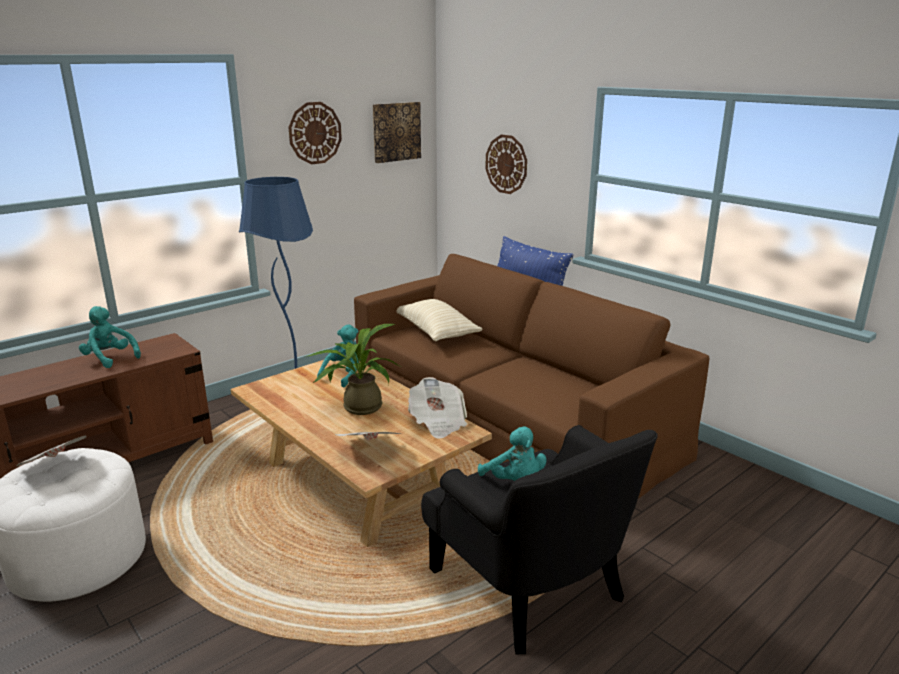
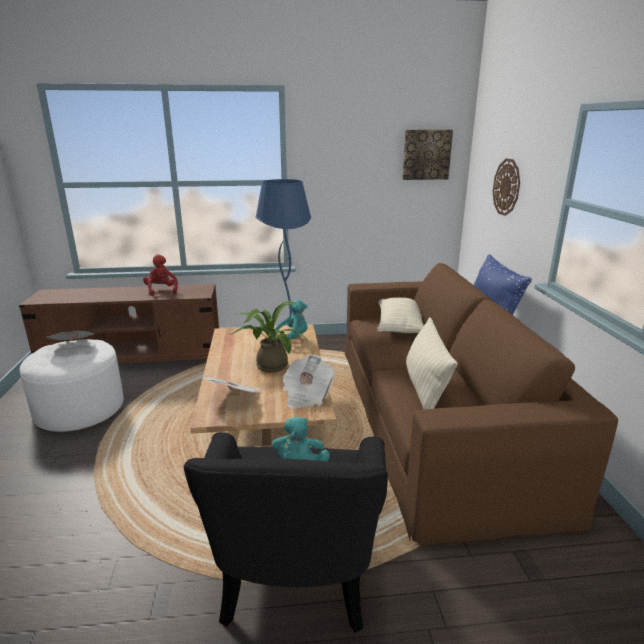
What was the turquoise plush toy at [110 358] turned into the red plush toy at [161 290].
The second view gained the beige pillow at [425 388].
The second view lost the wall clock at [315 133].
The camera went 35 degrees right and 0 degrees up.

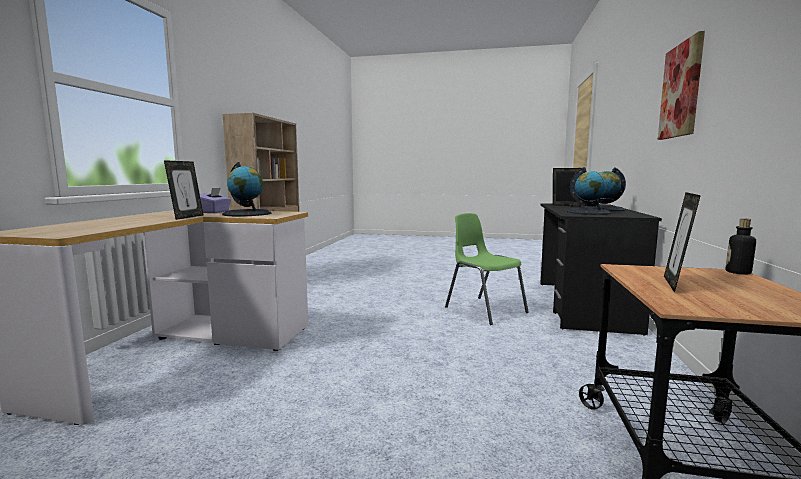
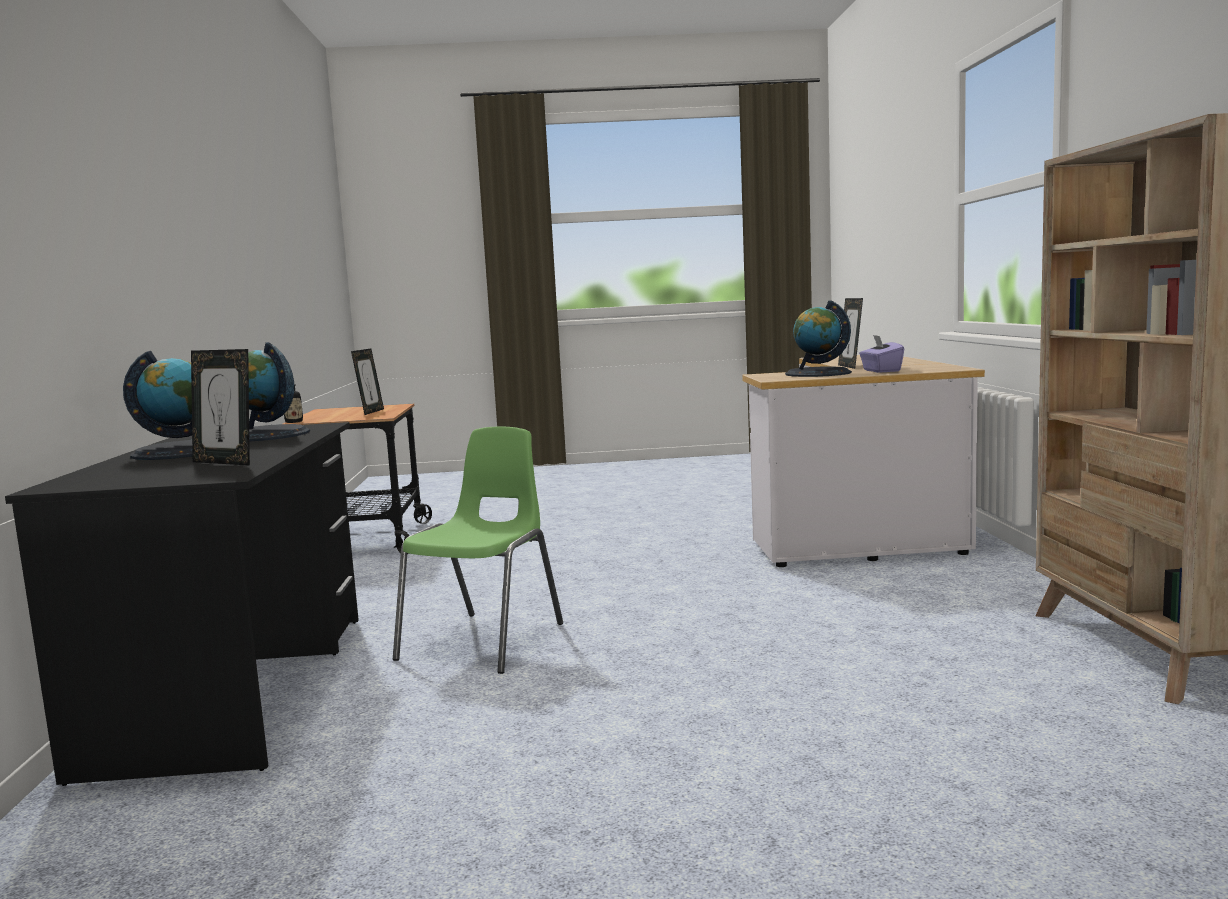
The green chair at [484 310] ended up facing another way, 105 degrees counterclockwise from before.
The second view lost the picture at [681 90].
The camera went 165 degrees right and 0 degrees up.

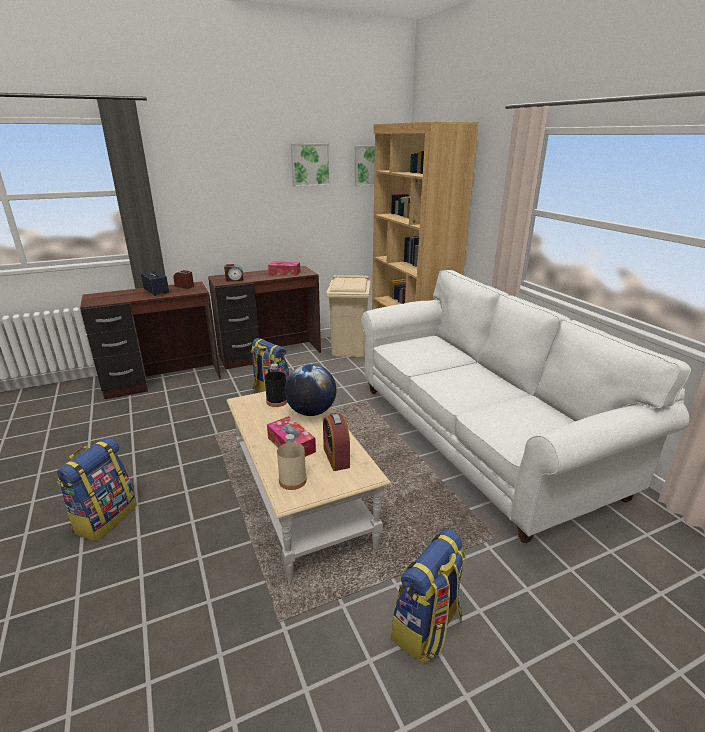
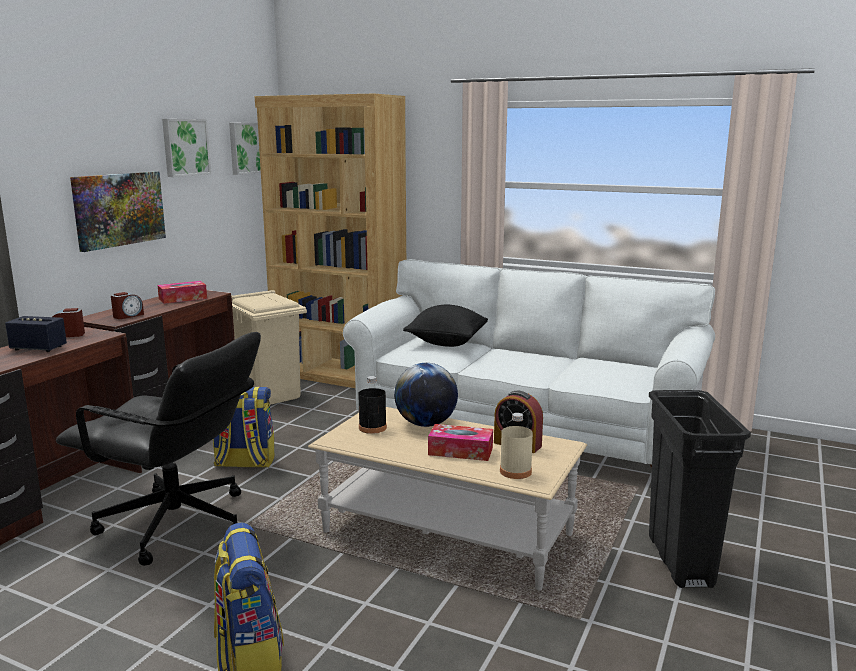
The second view gained the black office chair at [177 525].
The second view gained the picture at [119 209].
The second view gained the black pillow at [447 343].
Where the backpack stood at [427 629], the black trash can came to stand at [680 561].
The camera went 40 degrees left and 10 degrees down.

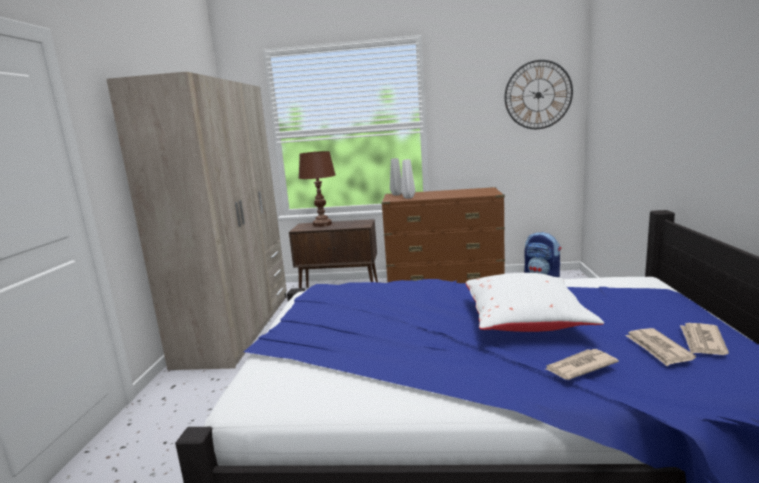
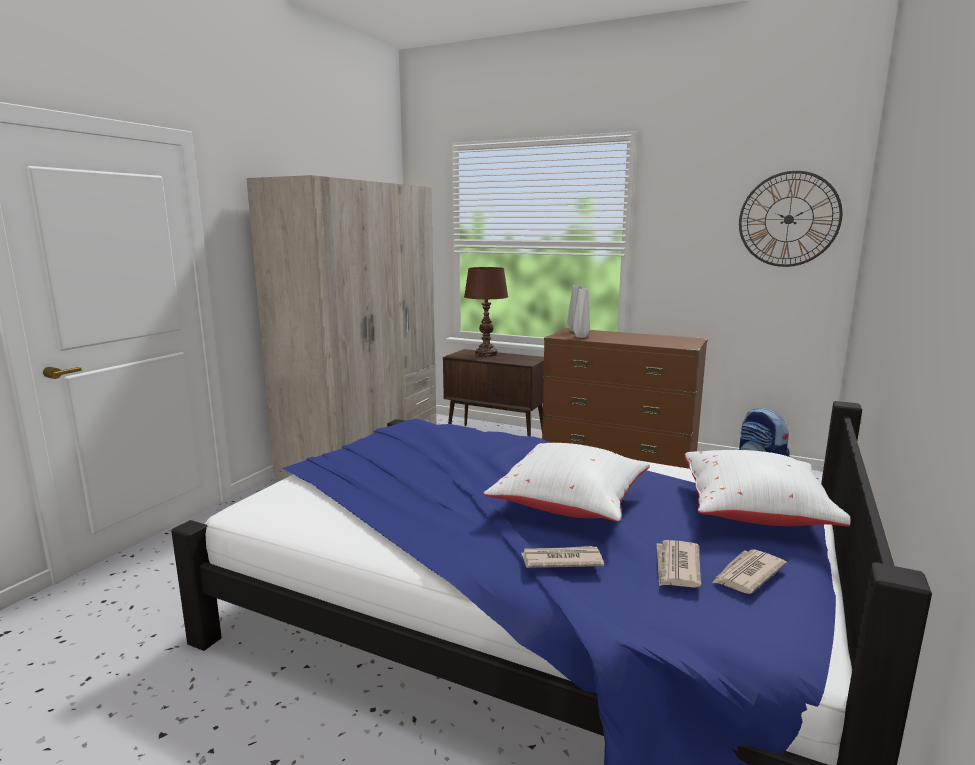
The second view gained the white pillow at [756 513].
The camera went 20 degrees right and 0 degrees up.

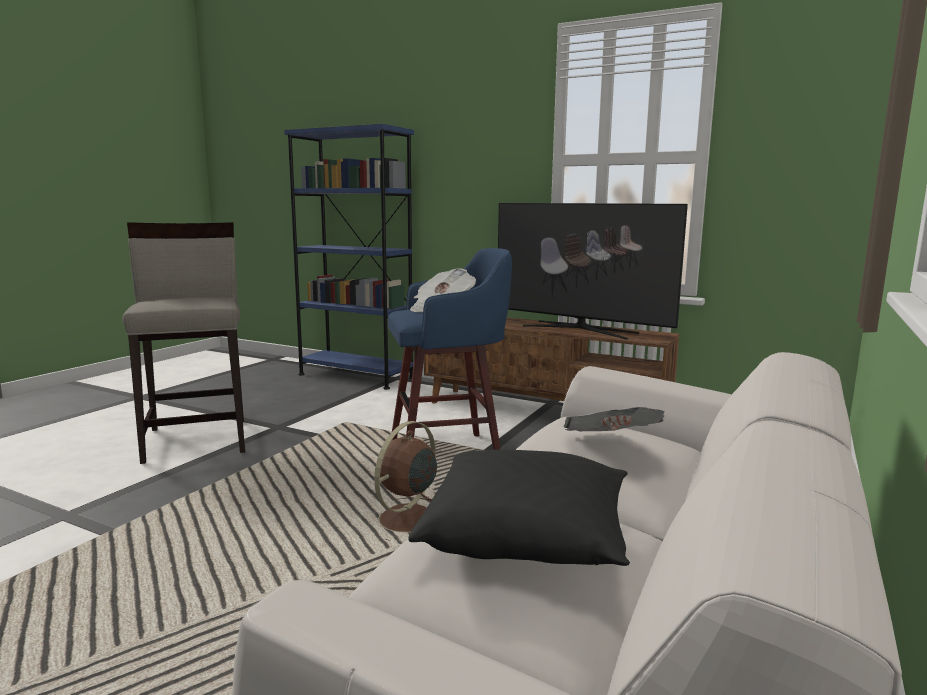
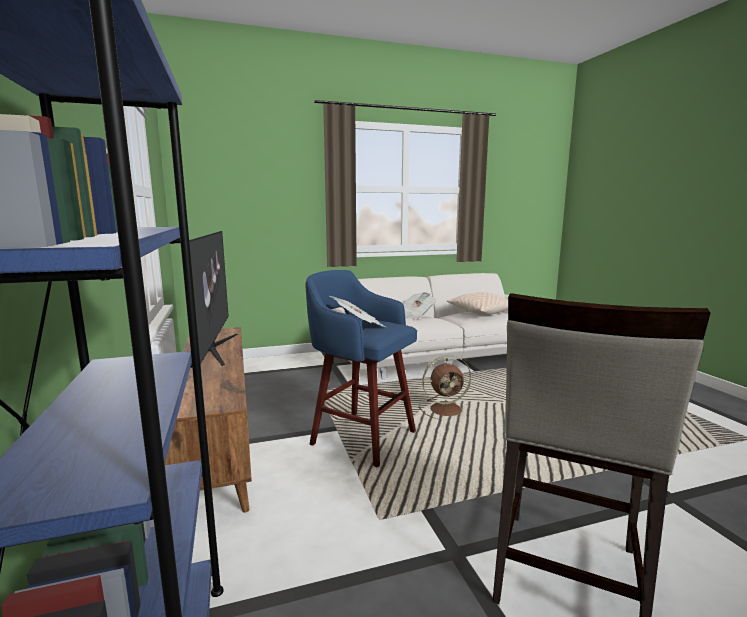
What was the black pillow at [527 536] turned into the beige pillow at [480 312].
The camera went 135 degrees left and 0 degrees up.

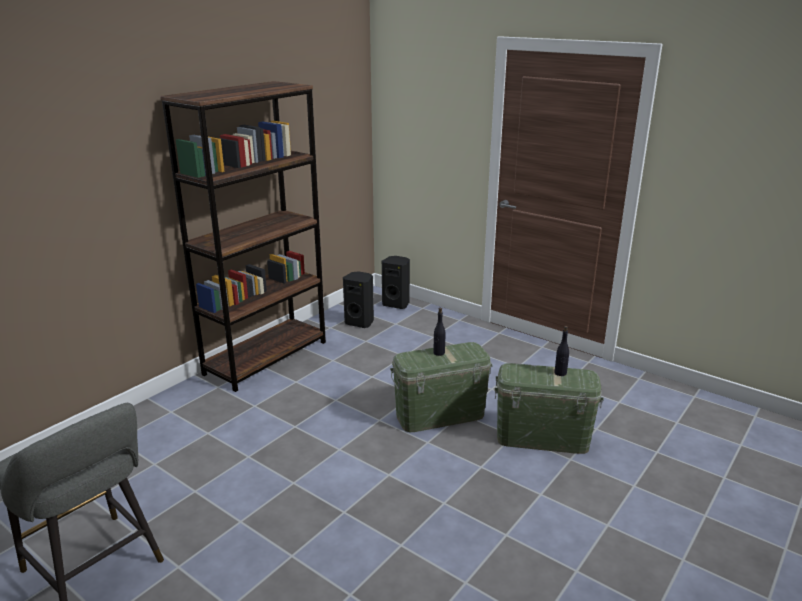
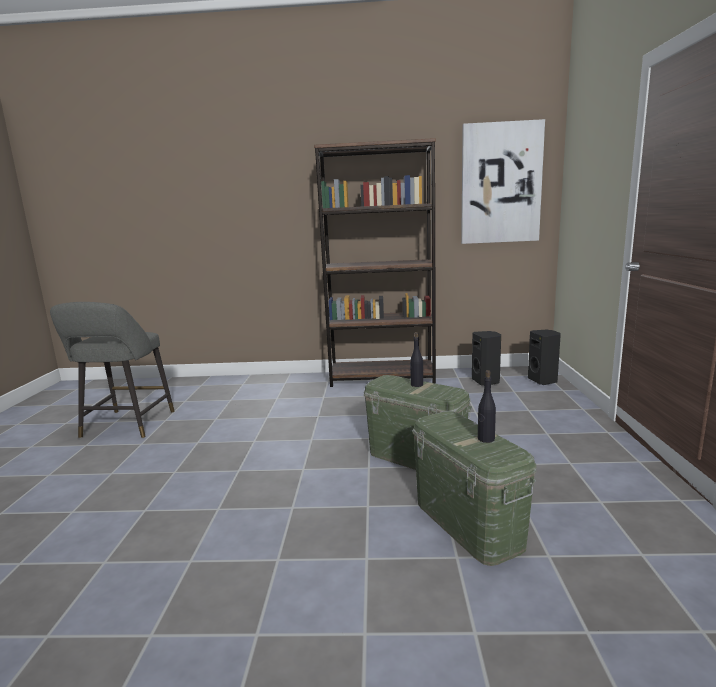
The second view gained the picture at [500 183].
The camera went 55 degrees right and 10 degrees down.

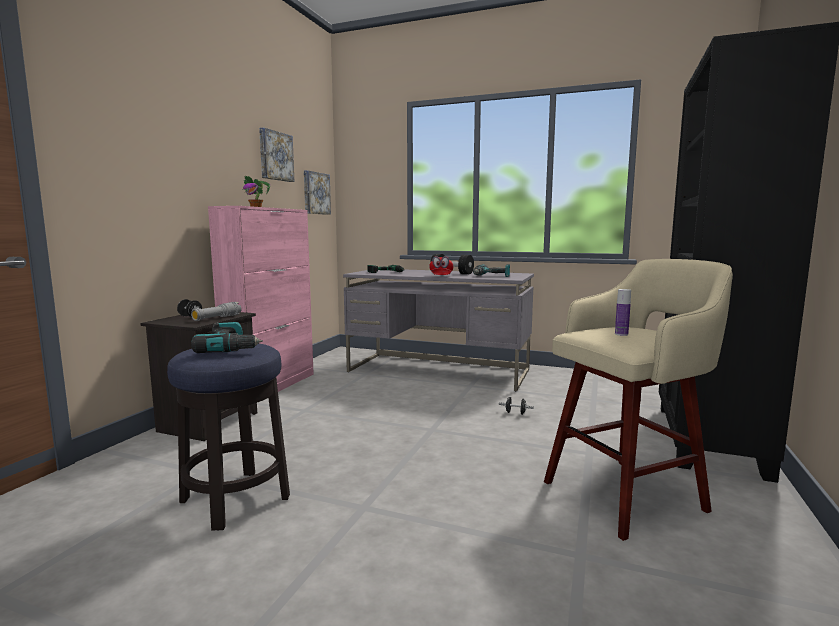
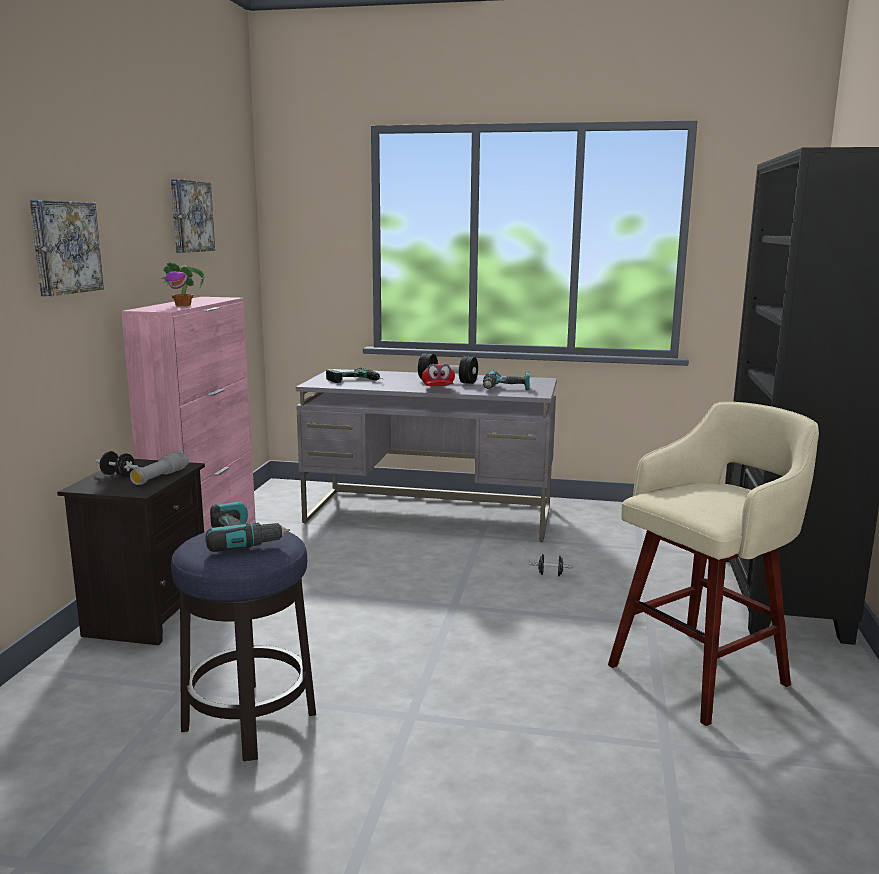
The picture ended up elsewhere, having gone from [315 193] to [64 247].
The second view lost the bottle at [621 334].
The camera went 10 degrees left and 5 degrees up.

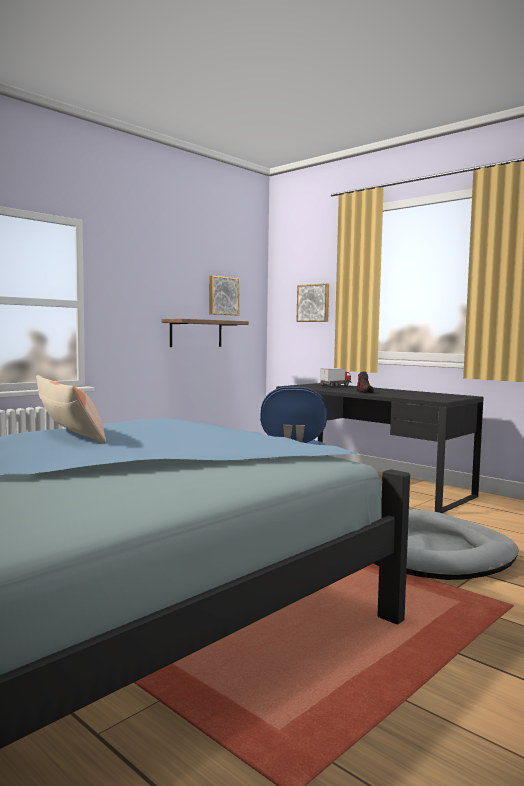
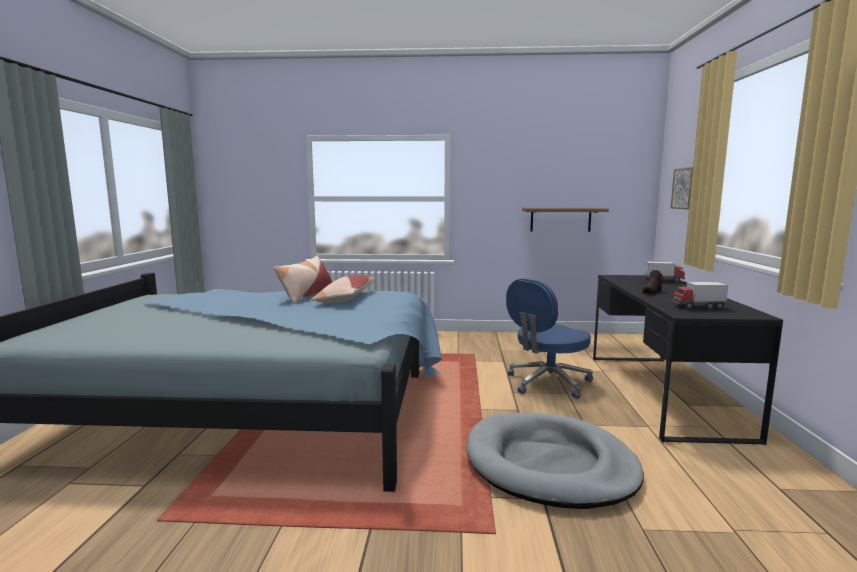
The second view gained the pillow at [345 298].
The second view gained the toy truck at [698 307].
The second view lost the picture at [223 296].
The camera went 50 degrees right and 5 degrees up.

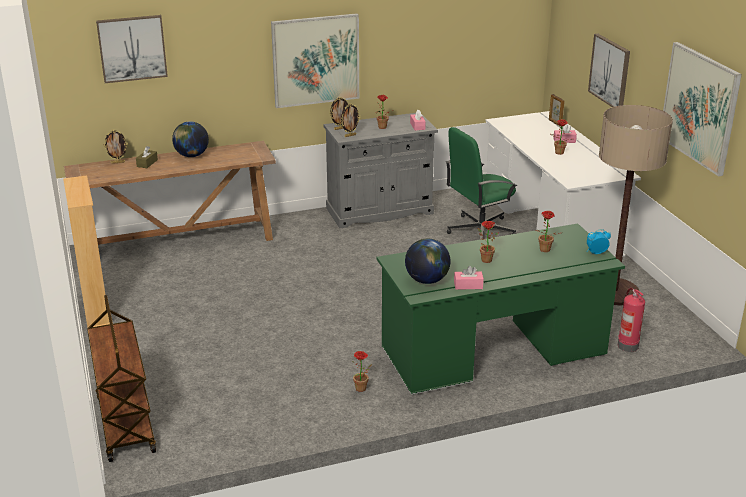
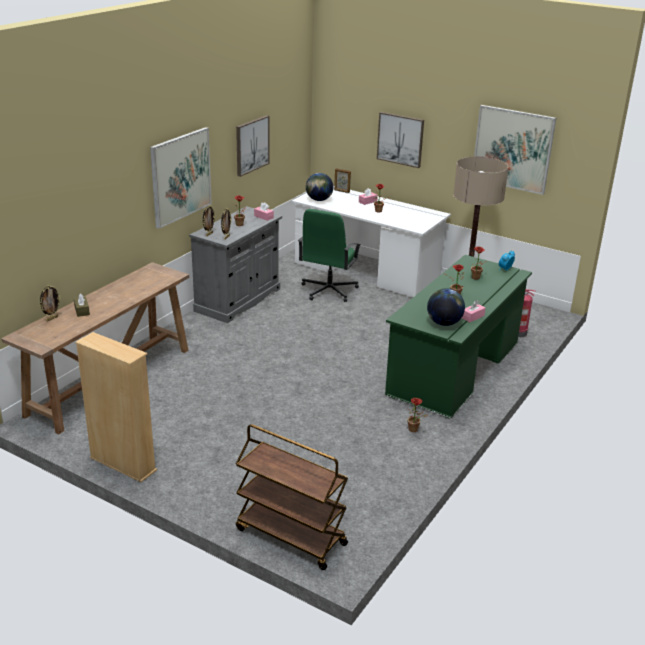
The picture ended up elsewhere, having gone from [132 48] to [252 145].
The globe ended up elsewhere, having gone from [191 155] to [319 200].
The camera went 40 degrees left and 0 degrees up.

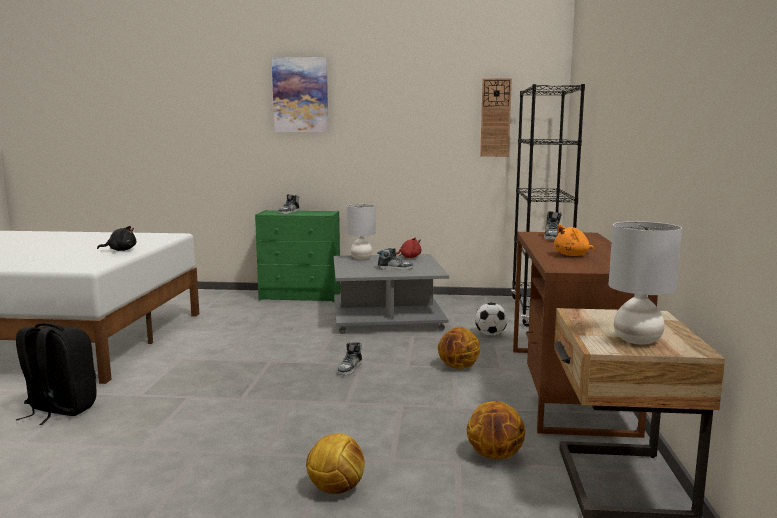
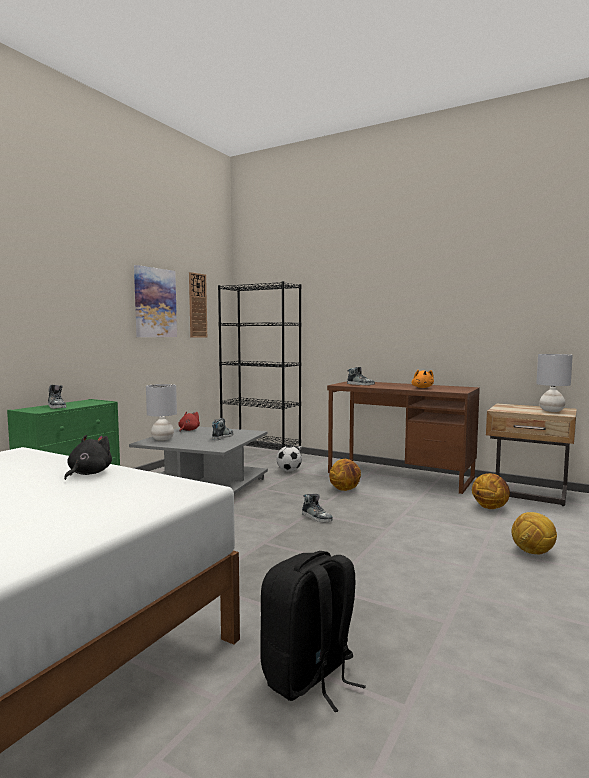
The picture ended up elsewhere, having gone from [300 95] to [155 303].
The camera went 65 degrees left and 5 degrees down.

